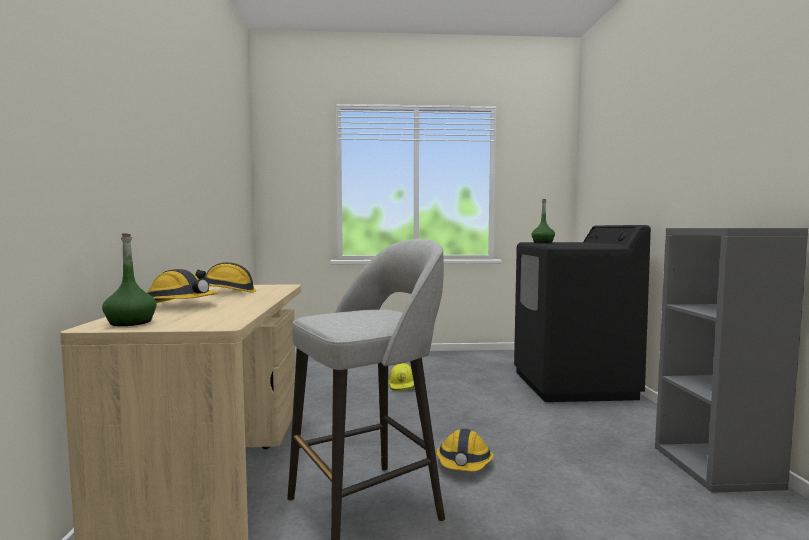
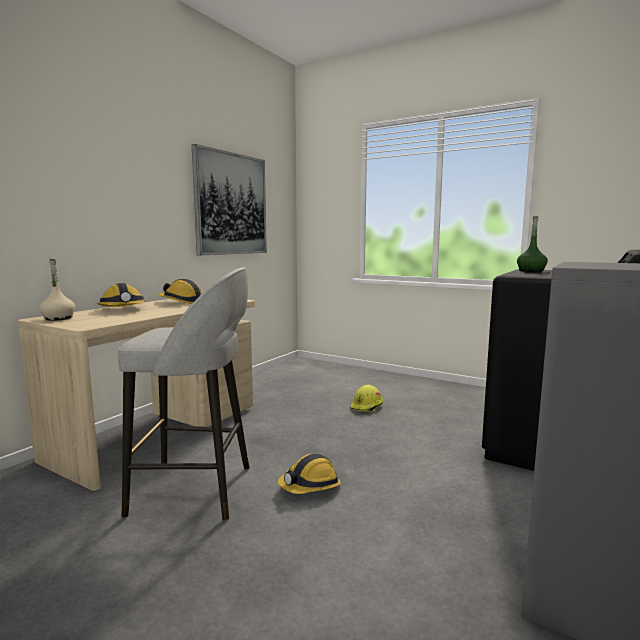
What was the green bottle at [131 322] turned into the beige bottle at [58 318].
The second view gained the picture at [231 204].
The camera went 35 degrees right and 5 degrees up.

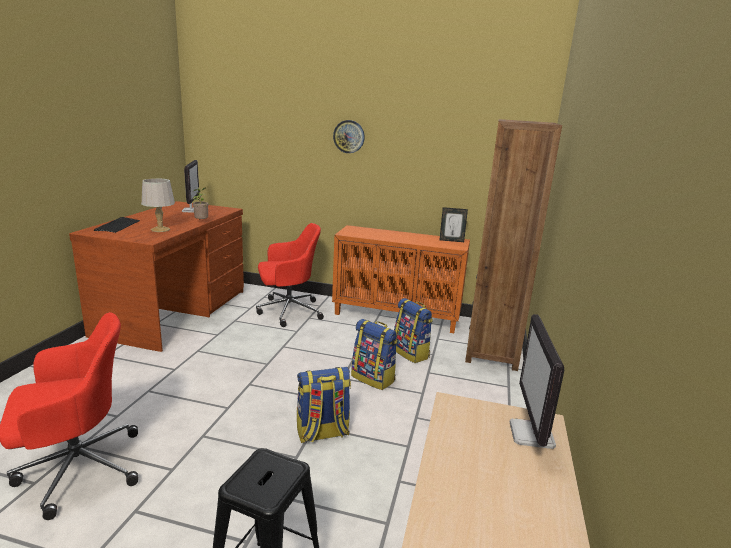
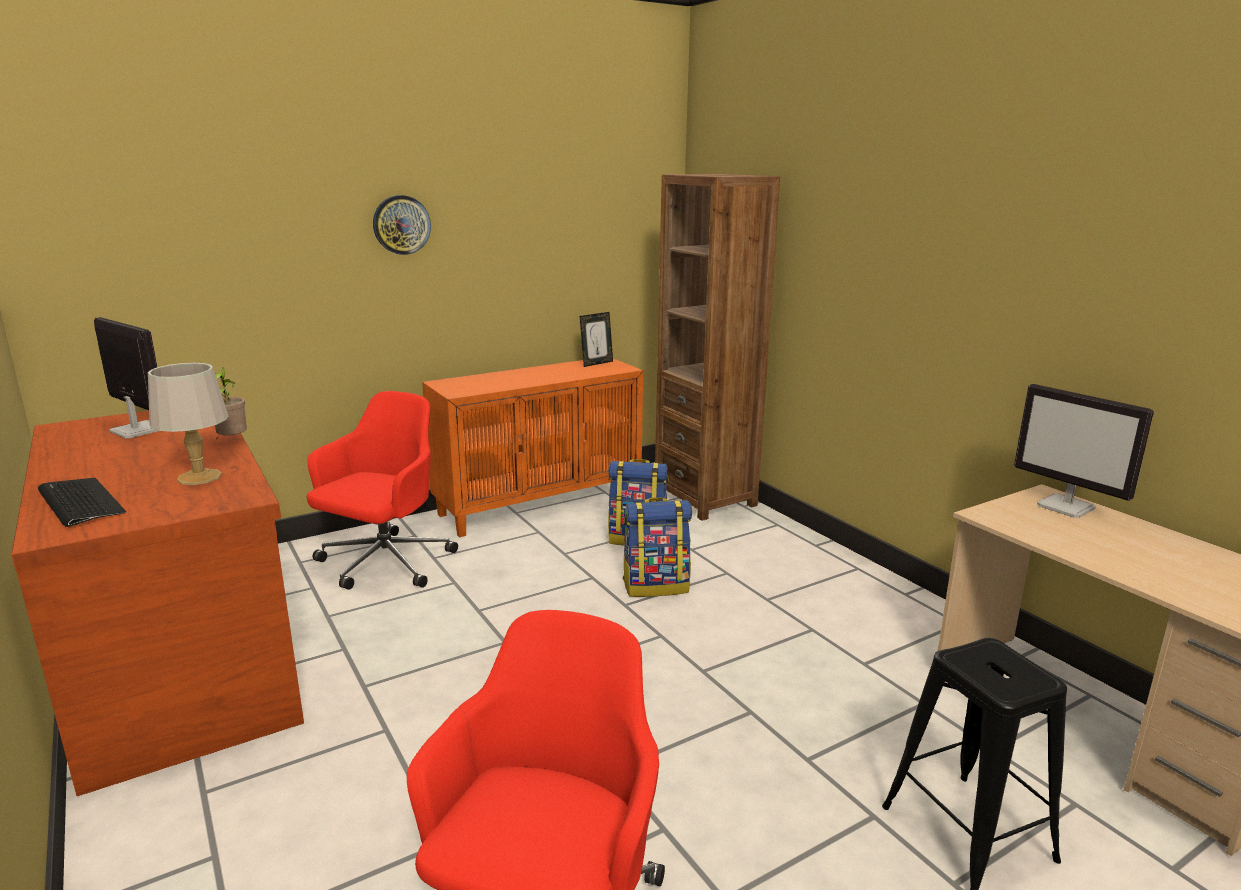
The second view lost the backpack at [322 433].
The camera went 45 degrees left and 0 degrees up.

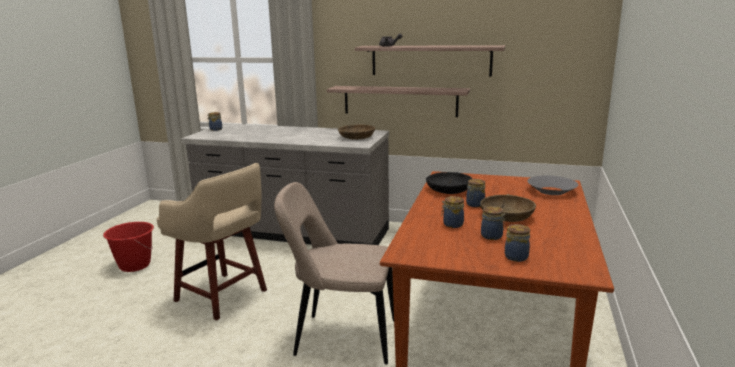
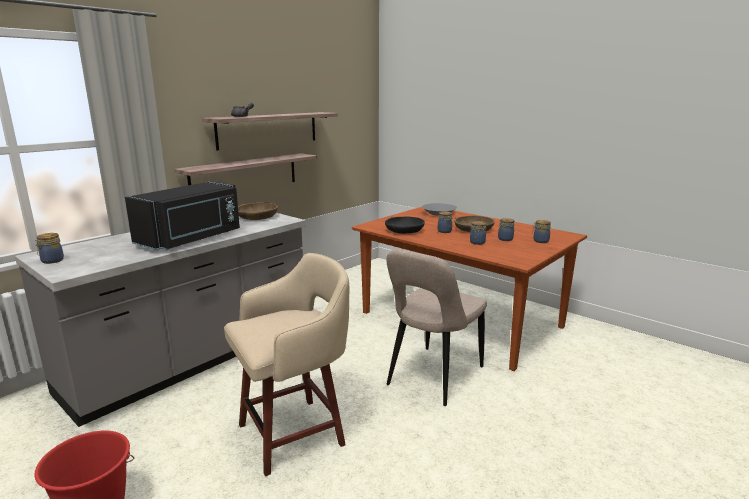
The second view gained the black microwave at [192 239].
The camera went 65 degrees left and 0 degrees up.

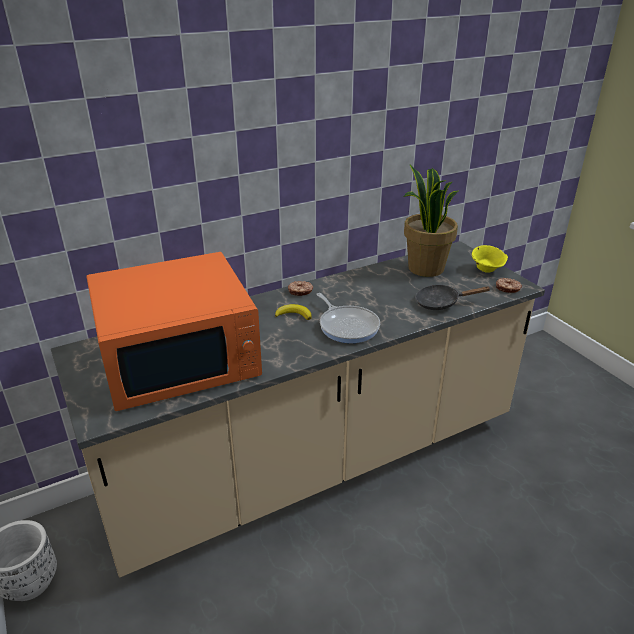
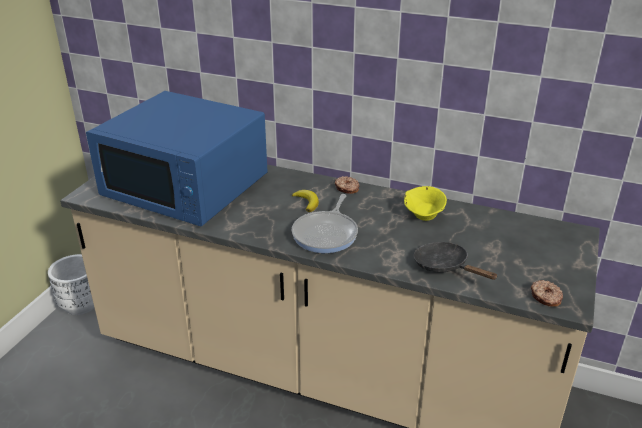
What was the orange microwave at [180 358] turned into the blue microwave at [186 186].
The yellow bowl ended up elsewhere, having gone from [487 270] to [424 216].
The second view lost the potted plant at [425 268].
The camera went 50 degrees right and 0 degrees up.

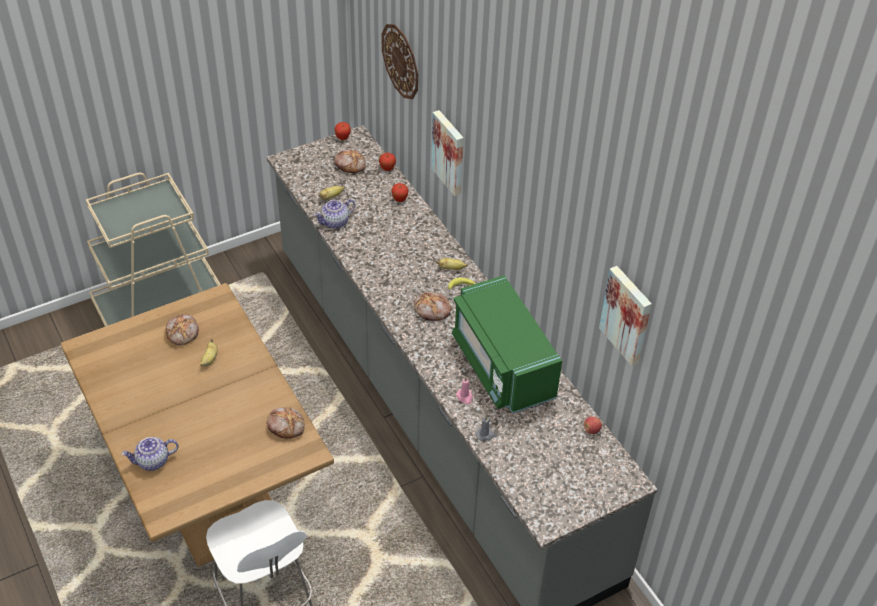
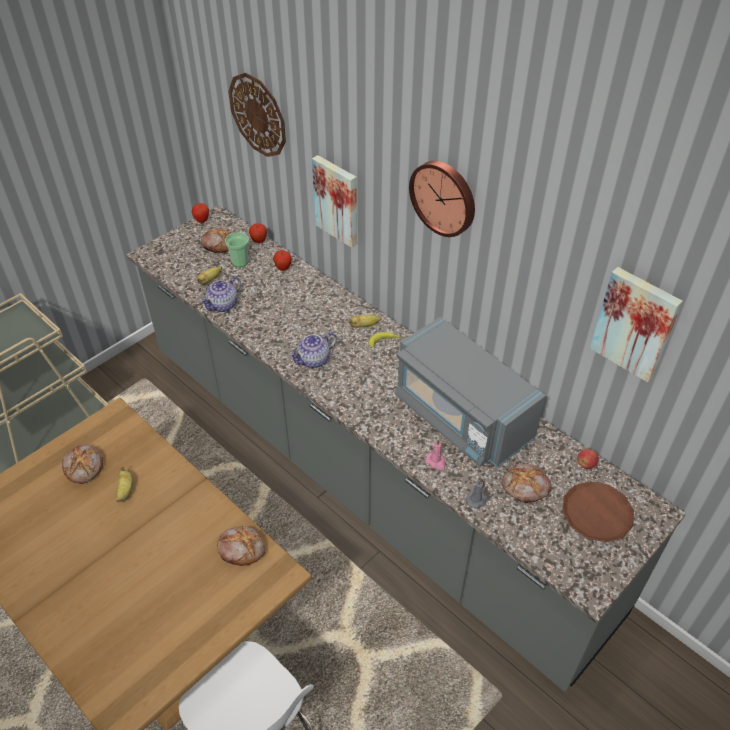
The second view gained the cup at [240 262].
The teapot ended up elsewhere, having gone from [152 461] to [313 360].
What was the green microwave at [502 365] turned into the grey microwave at [460 416].
The second view gained the wall clock at [444 197].
The bread ended up elsewhere, having gone from [432 310] to [526 487].
The second view gained the brown plate at [596 514].
The camera went 15 degrees left and 0 degrees up.

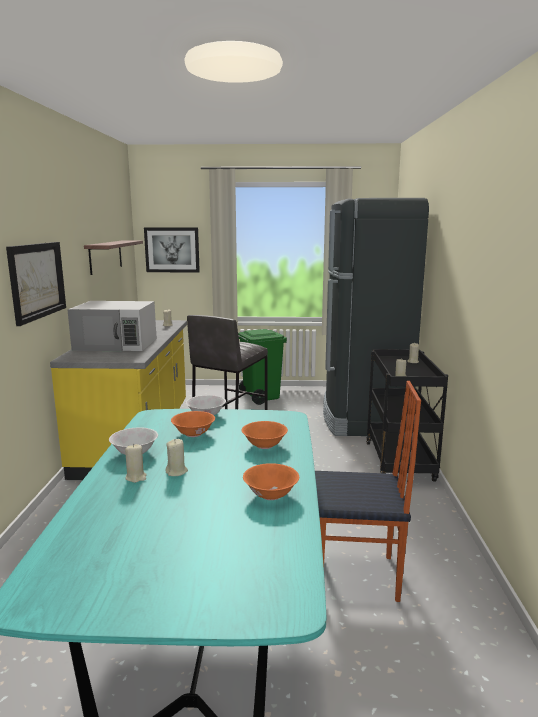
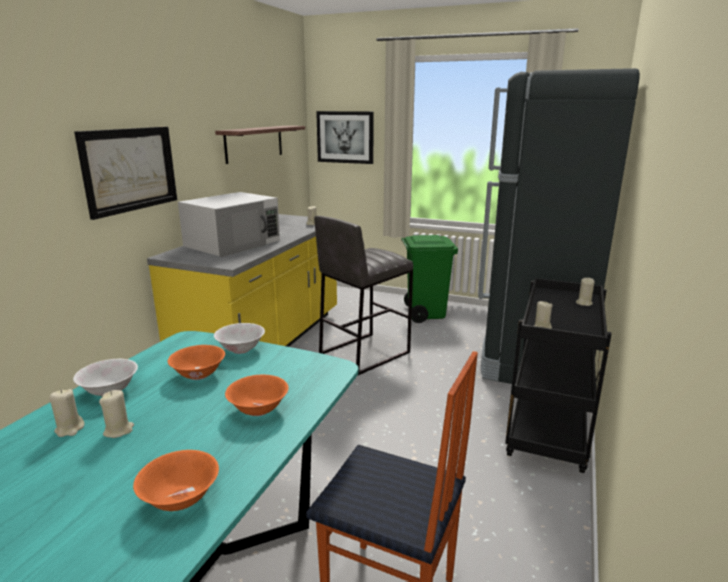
The white microwave at [116 344] ended up facing another way, 75 degrees counterclockwise from before.
The camera went 20 degrees right and 5 degrees up.

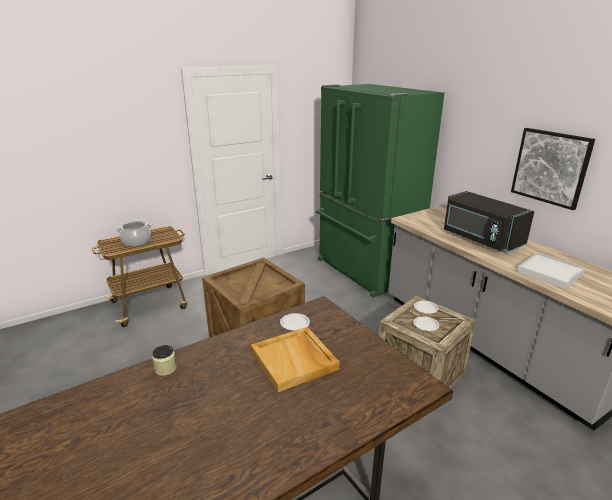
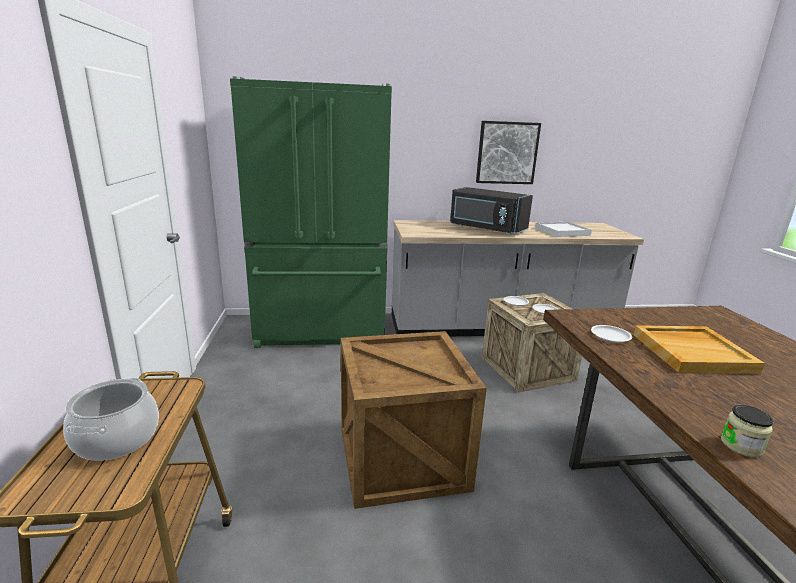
The black microwave at [480 239] ended up facing another way, 45 degrees clockwise from before.
The camera went 65 degrees left and 5 degrees down.

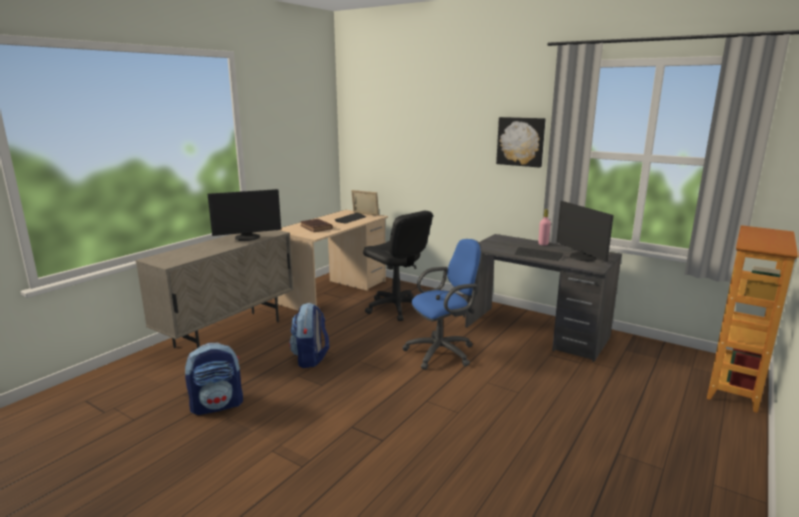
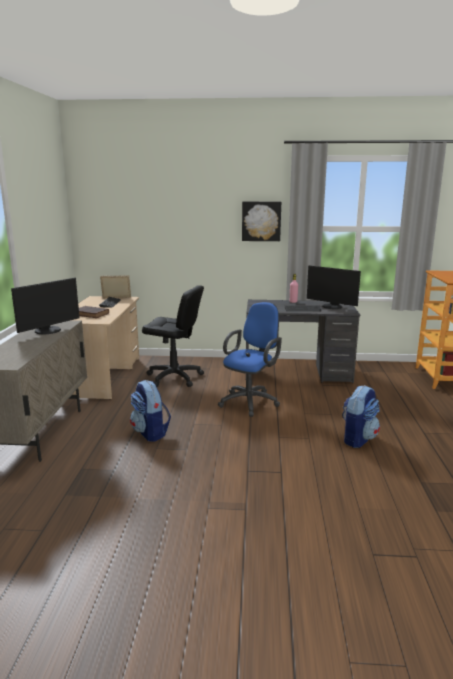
The backpack ended up elsewhere, having gone from [217 405] to [358 438].
The camera went 30 degrees left and 0 degrees up.

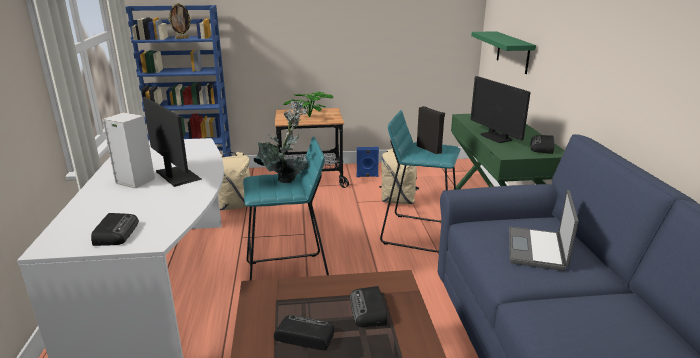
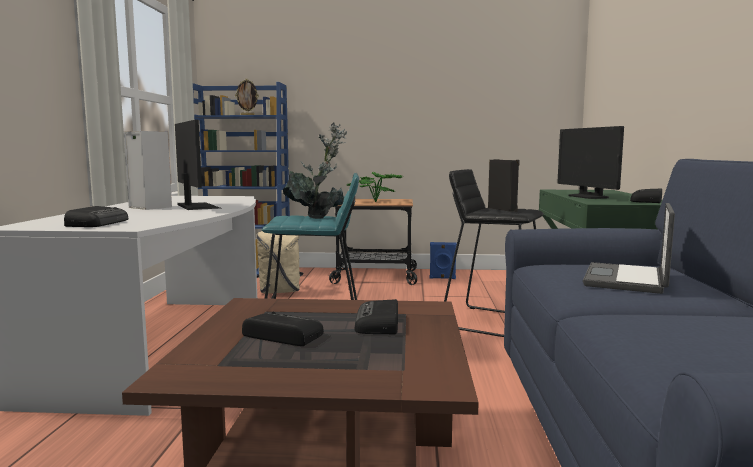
What was the turquoise stool at [419 233] turned into the black stool at [492 322].
The second view lost the beige backpack at [398 201].
The second view lost the green shelf at [513 52].
The camera went 10 degrees right and 15 degrees down.

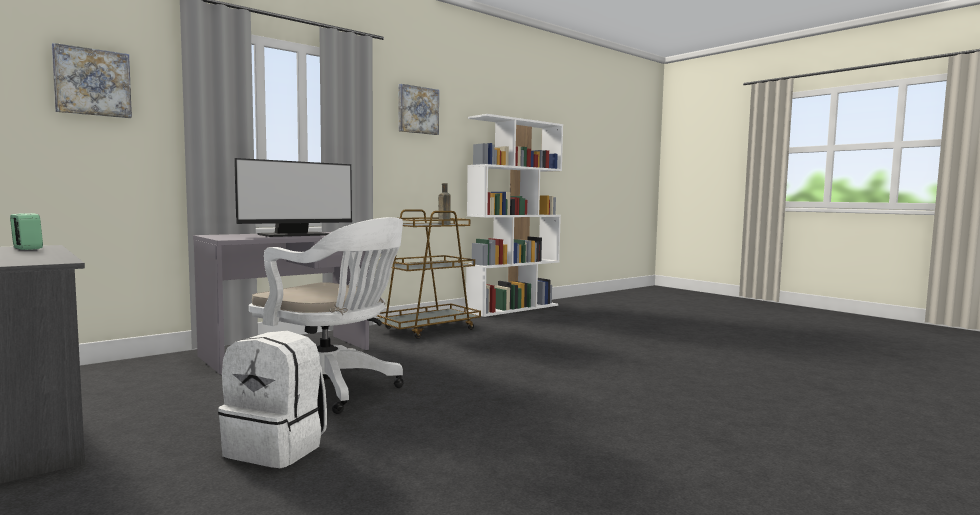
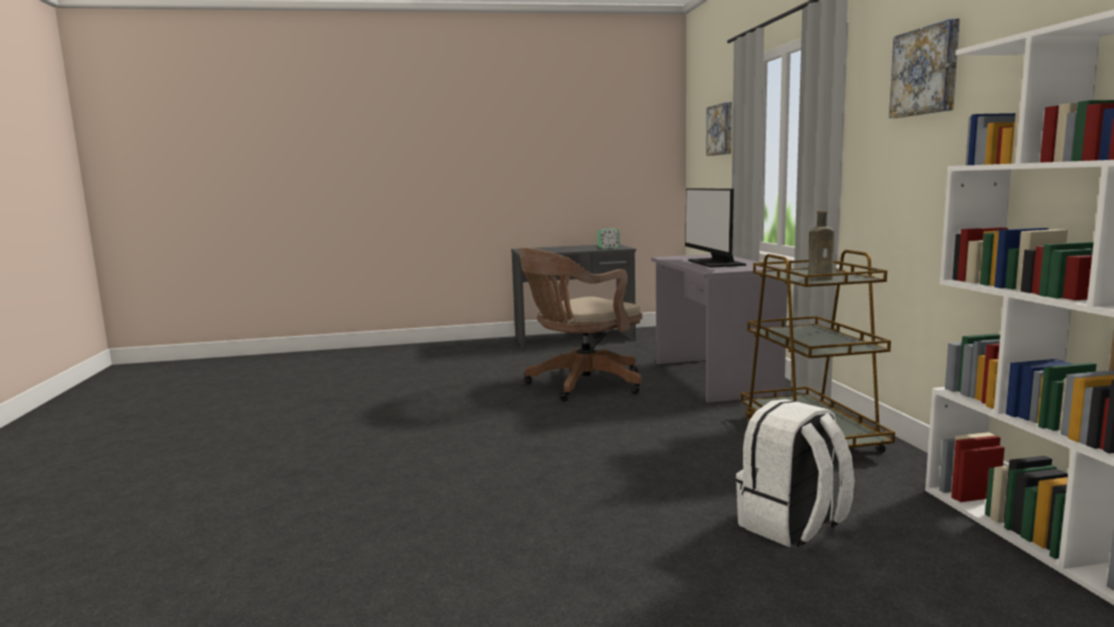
What was the white office chair at [332 390] turned into the brown office chair at [581 385].
The white backpack ended up elsewhere, having gone from [277 448] to [792 526].
The camera went 120 degrees right and 5 degrees up.

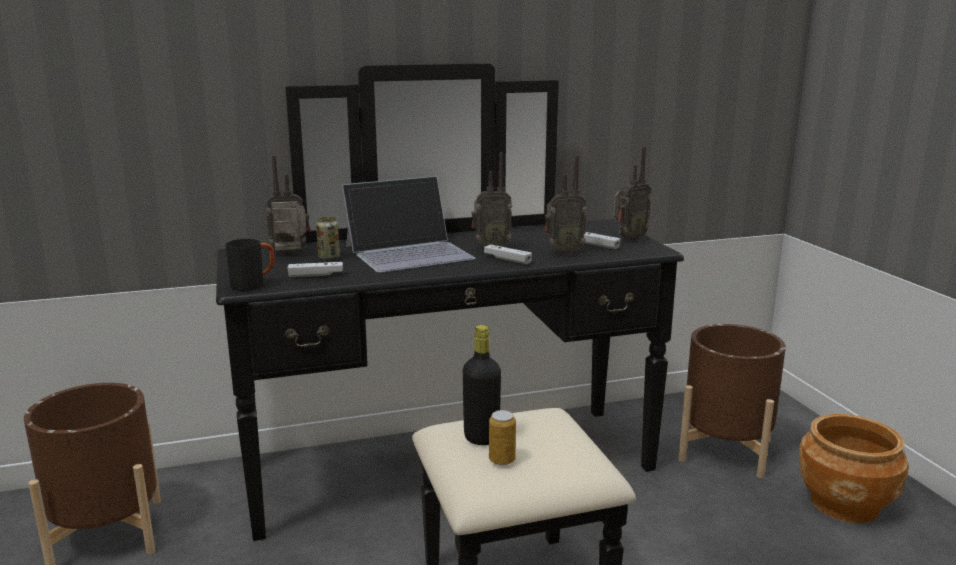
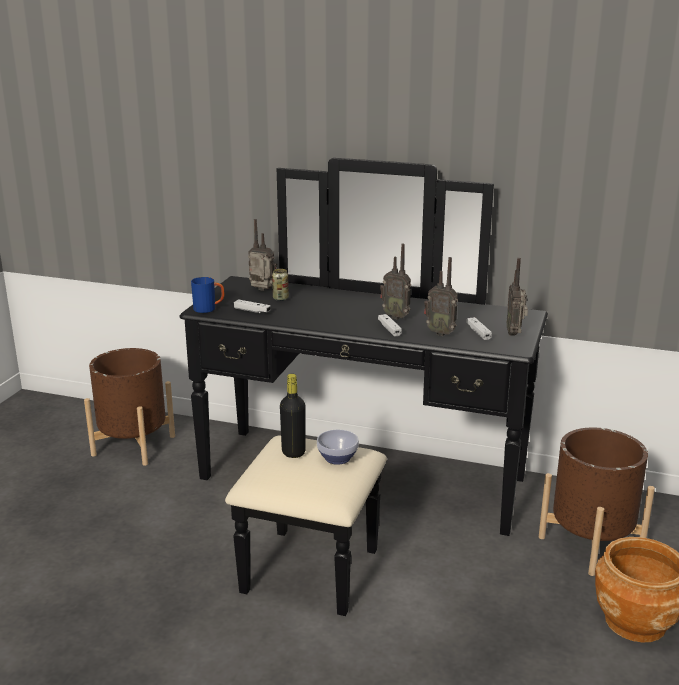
What was the black mug at [253 285] turned into the blue mug at [209 309].
The second view gained the bowl at [336 458].
The radio at [628 239] ended up facing another way, 90 degrees clockwise from before.
The second view lost the laptop at [409 252].
The second view lost the can at [502 460].
The camera went 35 degrees right and 5 degrees up.

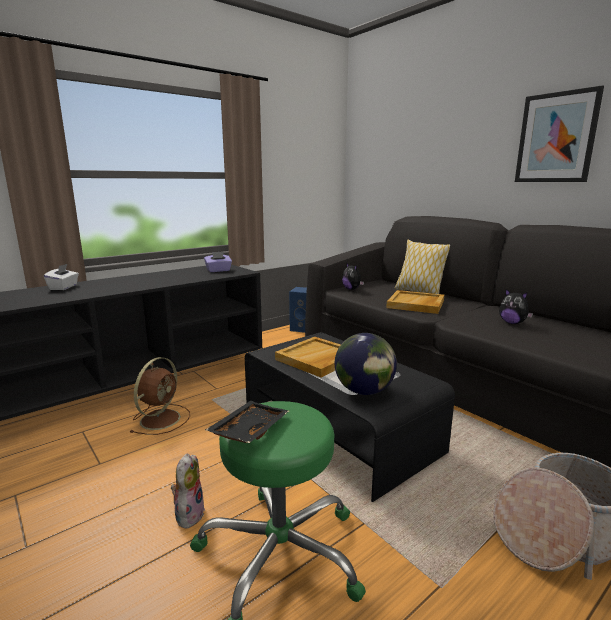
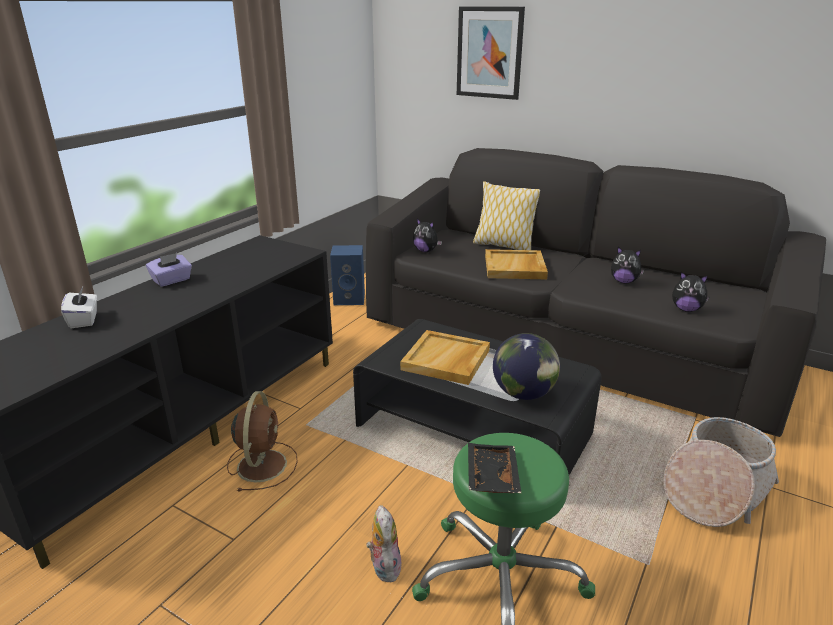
The purple tissue box ended up elsewhere, having gone from [218 270] to [172 280].
The picture ended up elsewhere, having gone from [556 138] to [489 53].
The second view gained the plush toy at [686 309].
The camera went 20 degrees left and 10 degrees up.

